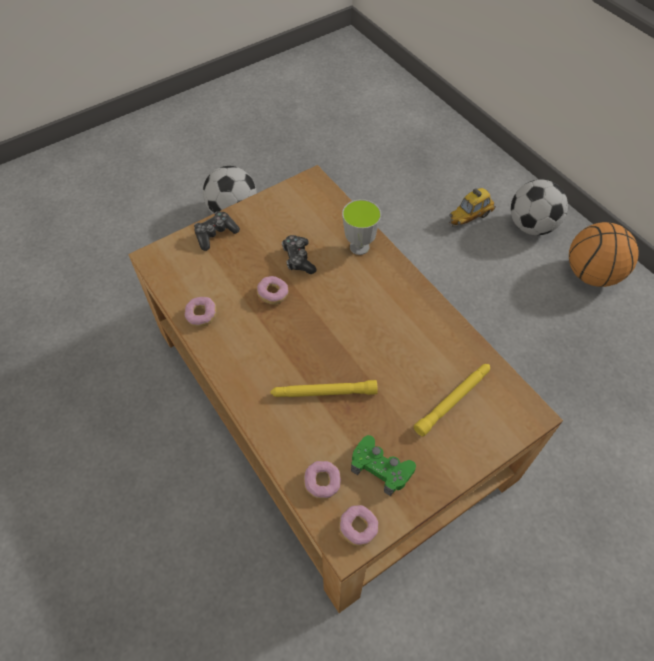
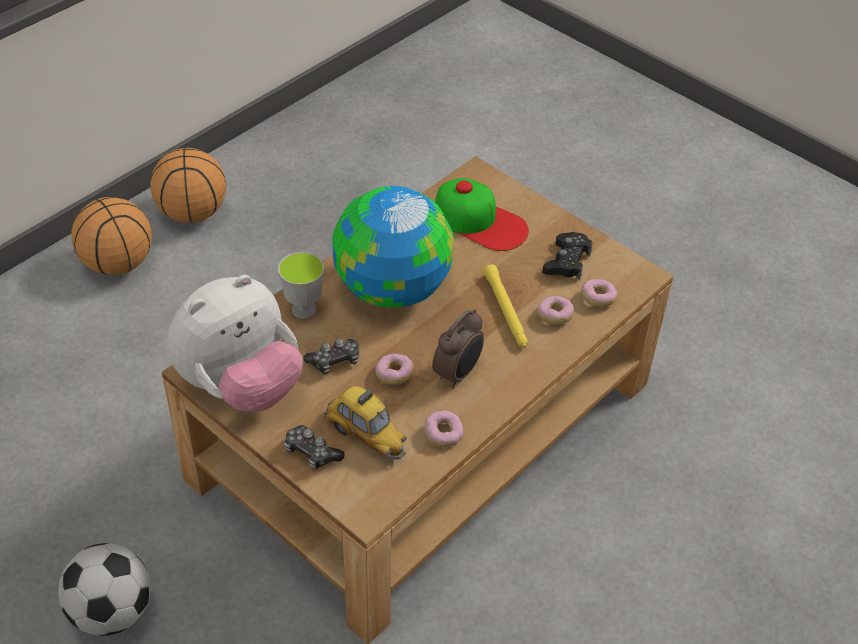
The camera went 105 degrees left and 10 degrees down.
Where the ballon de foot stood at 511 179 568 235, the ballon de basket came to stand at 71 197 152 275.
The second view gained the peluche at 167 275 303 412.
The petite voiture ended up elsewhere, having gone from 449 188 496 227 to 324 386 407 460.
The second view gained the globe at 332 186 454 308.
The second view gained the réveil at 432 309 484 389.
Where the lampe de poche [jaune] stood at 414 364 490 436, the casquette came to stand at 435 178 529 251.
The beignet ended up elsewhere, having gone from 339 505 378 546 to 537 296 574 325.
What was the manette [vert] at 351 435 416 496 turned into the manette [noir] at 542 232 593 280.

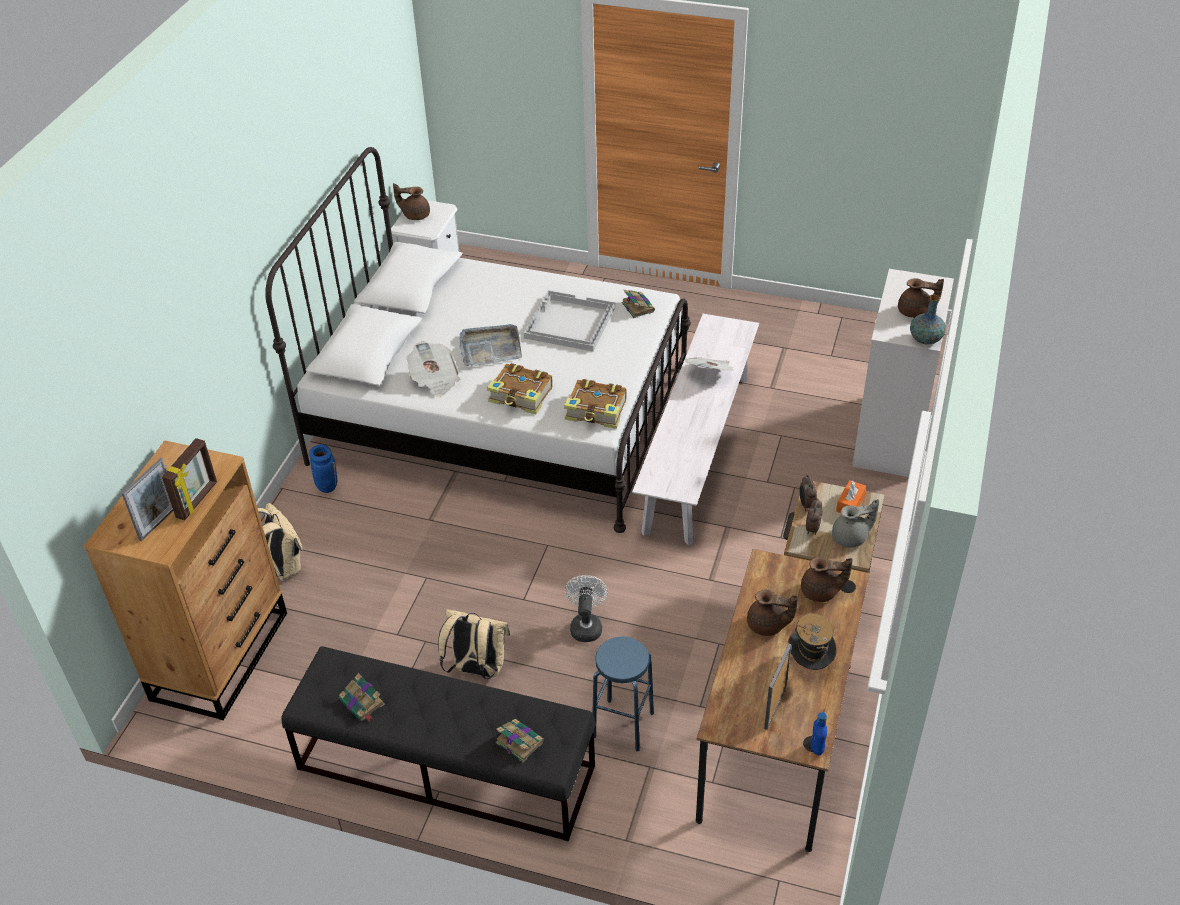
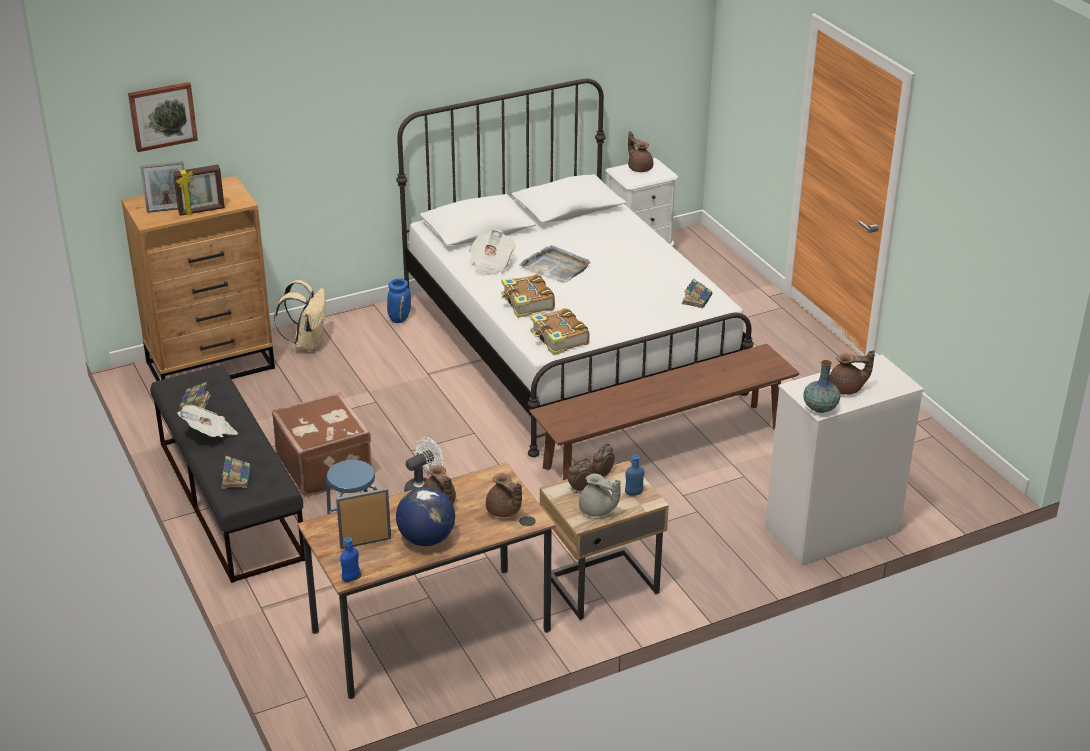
The camera went 45 degrees right and 10 degrees down.
The second view gained the tableau at 128 82 198 152.
The journal ended up elsewhere, having gone from 685 357 734 371 to 177 405 238 437.
Where the sac à dos [beige] stood at 438 609 510 679, the valise [marron] came to stand at 272 392 372 496.
Where the chapeau stood at 788 614 837 670, the globe came to stand at 396 487 455 546.
What was the banc [blanc] at 632 314 759 545 turned into the banc [marron] at 529 344 800 480.
Where the boîte à mouchoirs [orange] stood at 836 480 866 513, the bouteille [bleu] came to stand at 625 455 644 496.
The théière [marron] at 898 278 944 318 ended up facing another way, 60 degrees counterclockwise from before.
The second view lost the plateau [blanc] at 524 290 615 352.

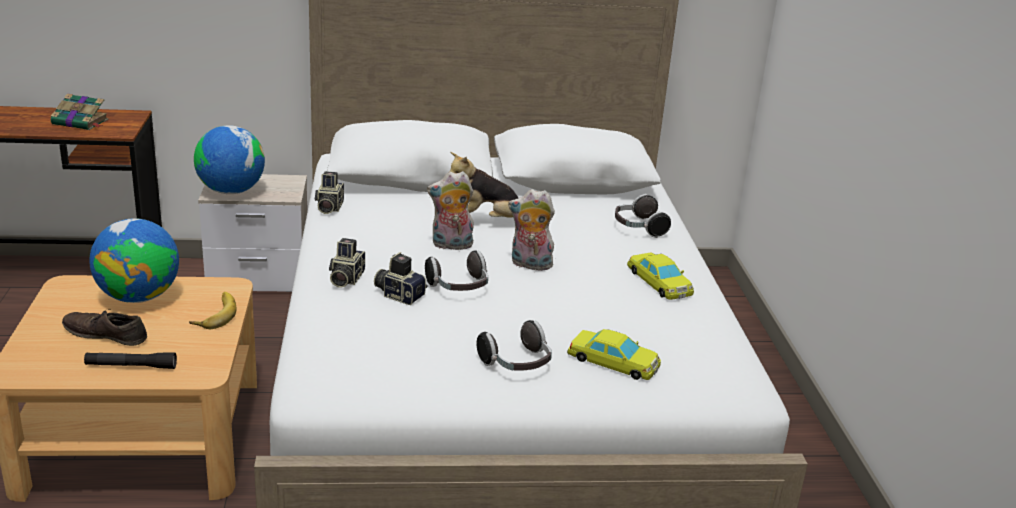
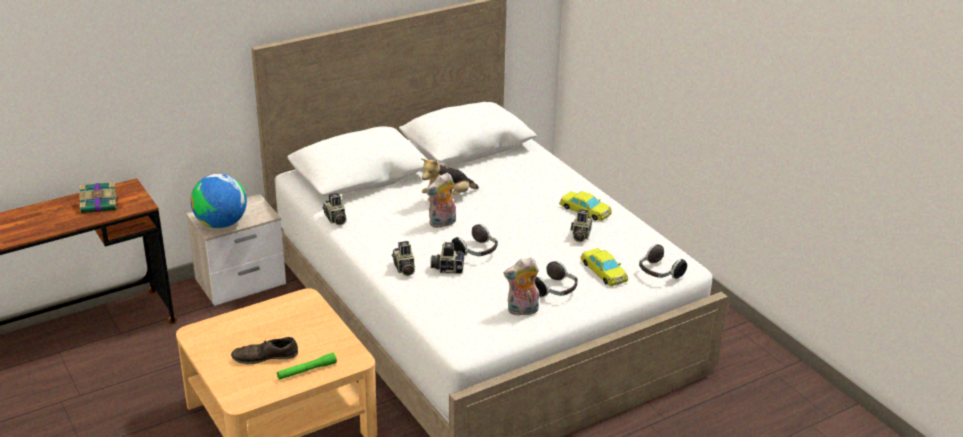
The camera went 25 degrees left and 5 degrees up.
What was the lampe de poche [noir] at 84 353 177 369 turned into the lampe de poche [vert] at 277 353 337 380.
The peluche ended up elsewhere, having gone from 508 189 555 271 to 504 257 539 316.
The second view gained the appareil photo at 571 209 592 242.
The petite voiture [jaune] at 567 329 661 380 ended up facing another way, 60 degrees clockwise from before.
The casque audio ended up elsewhere, having gone from 615 194 671 238 to 639 244 687 279.
The second view lost the globe at 89 218 179 303.
The second view lost the banane at 189 292 236 329.

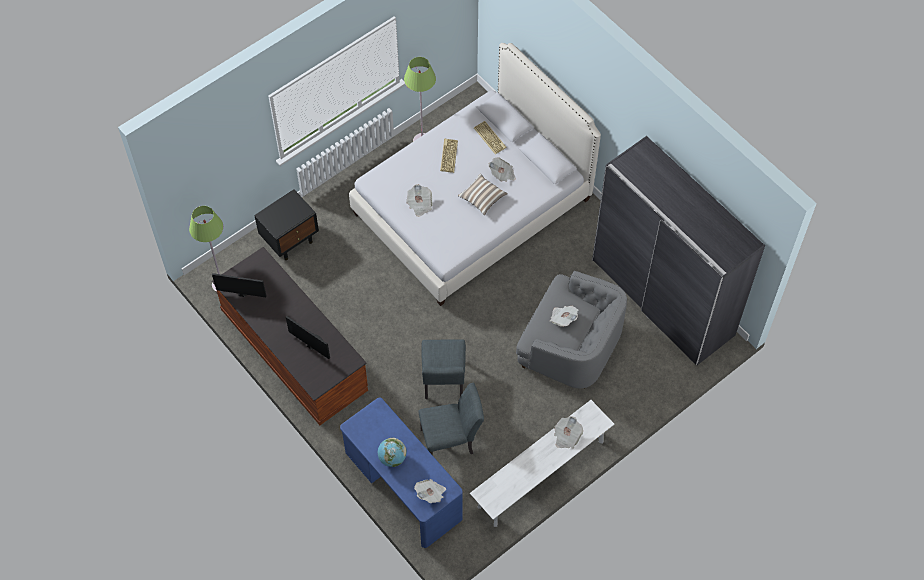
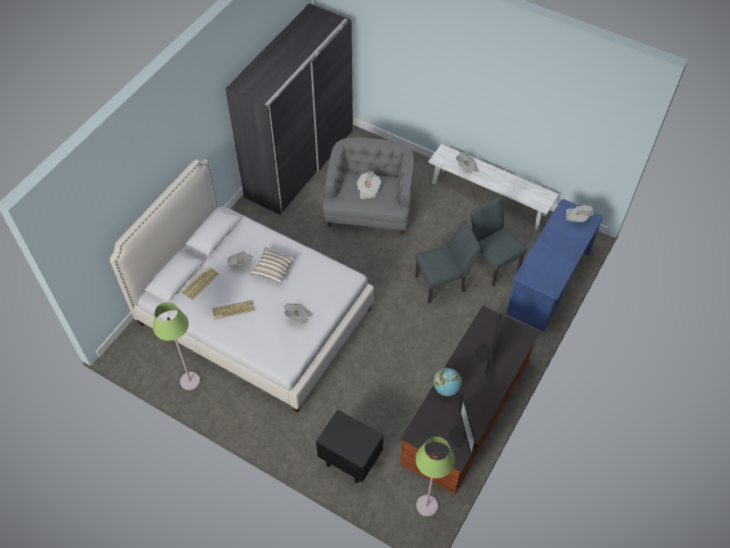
The camera went 110 degrees left and 5 degrees down.
The globe ended up elsewhere, having gone from 378 438 407 467 to 434 368 462 396.

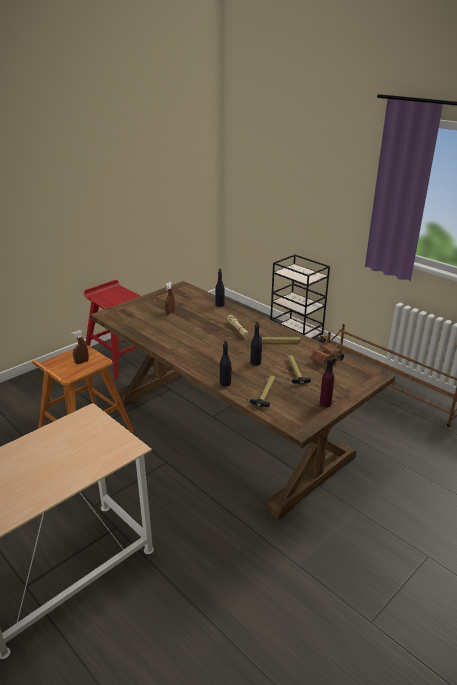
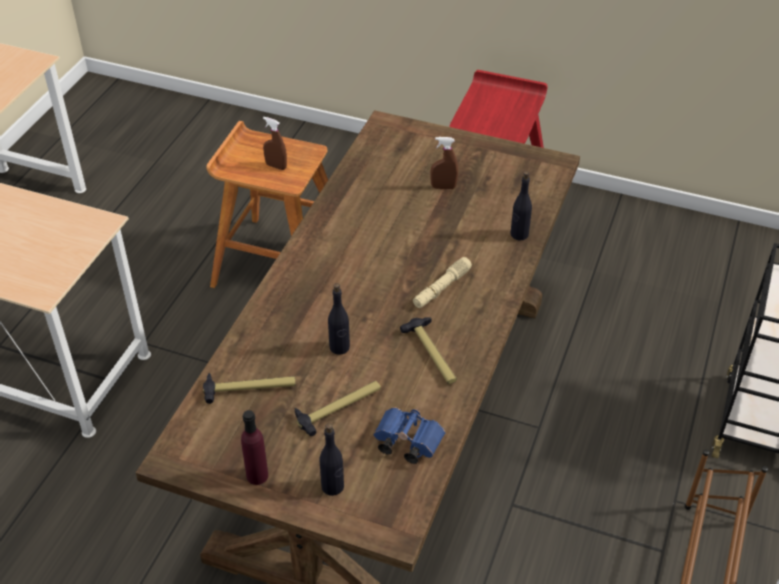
The camera went 65 degrees right and 15 degrees up.
The bouteille [noir] ended up elsewhere, having gone from 220 340 232 386 to 319 423 344 496.
What was the jumelles [marron] at 310 343 344 365 turned into the jumelles [bleu] at 374 407 445 464.

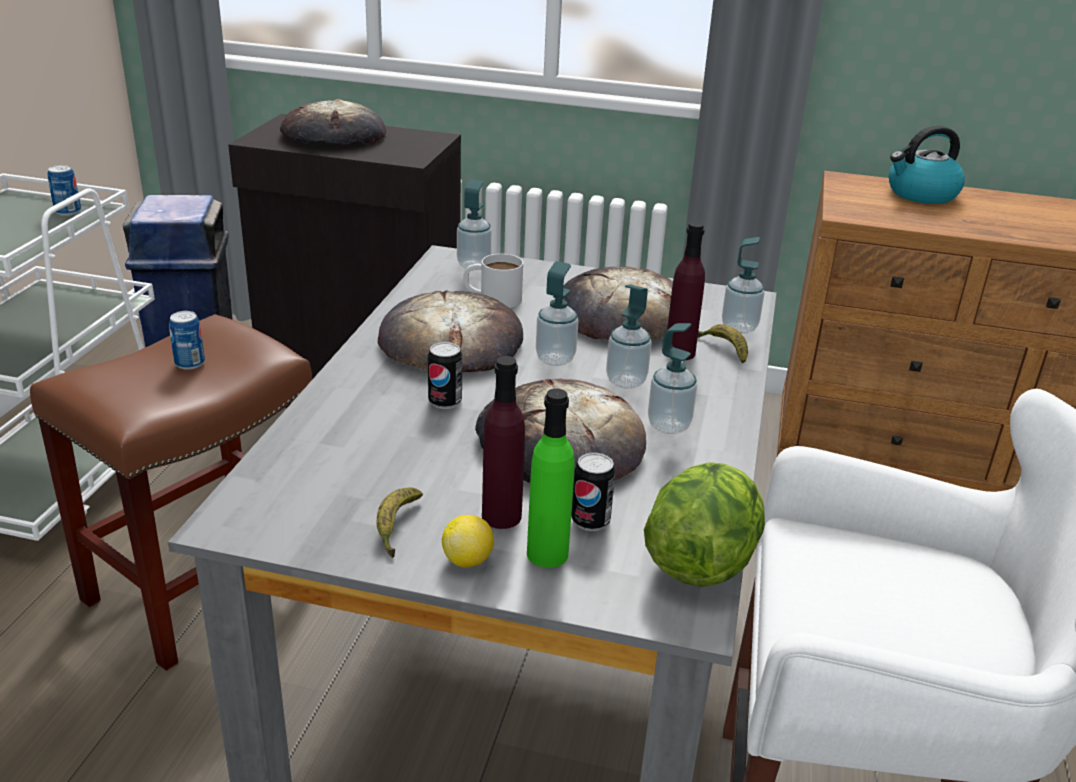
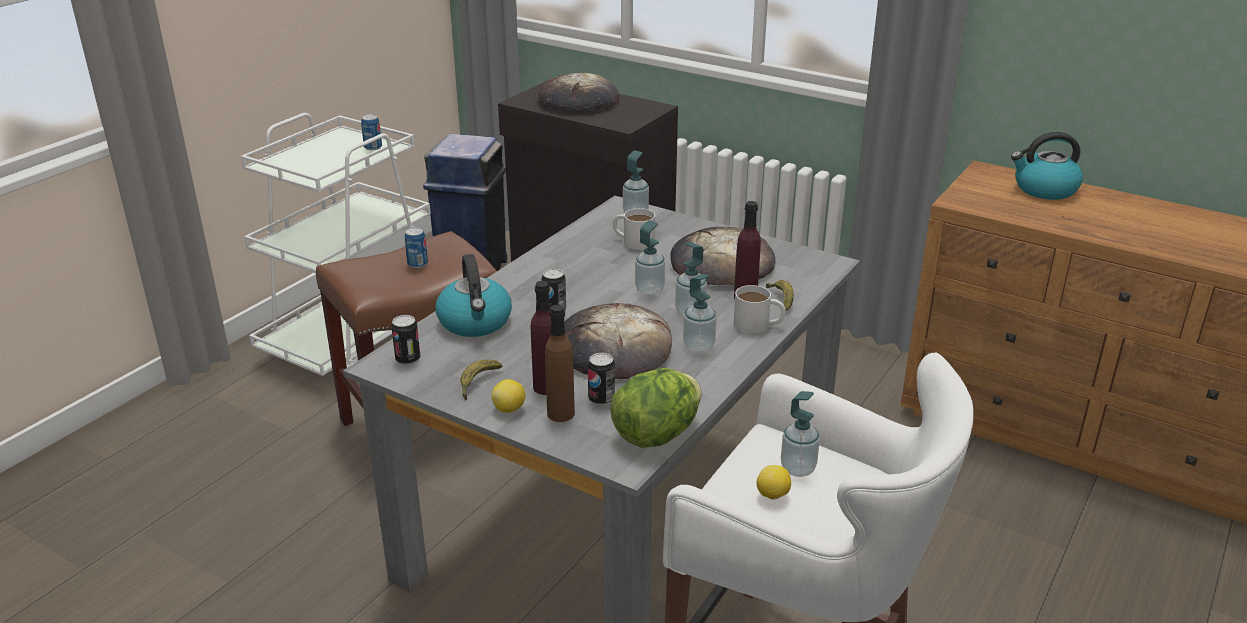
The camera went 20 degrees right and 0 degrees up.
The second view gained the boîte métallique at 391 315 421 365.
The second view gained the bouilloire at 436 254 512 337.
What was the bouteille [vert] at 527 388 575 568 turned into the bouteille [marron] at 545 304 575 422.
The second view gained the mug [blanc] at 734 285 786 333.
The second view gained the citron at 756 465 791 500.
The distributeur de savon ended up elsewhere, having gone from 722 237 765 334 to 781 391 820 477.
The second view lost the pain at 378 290 523 373.

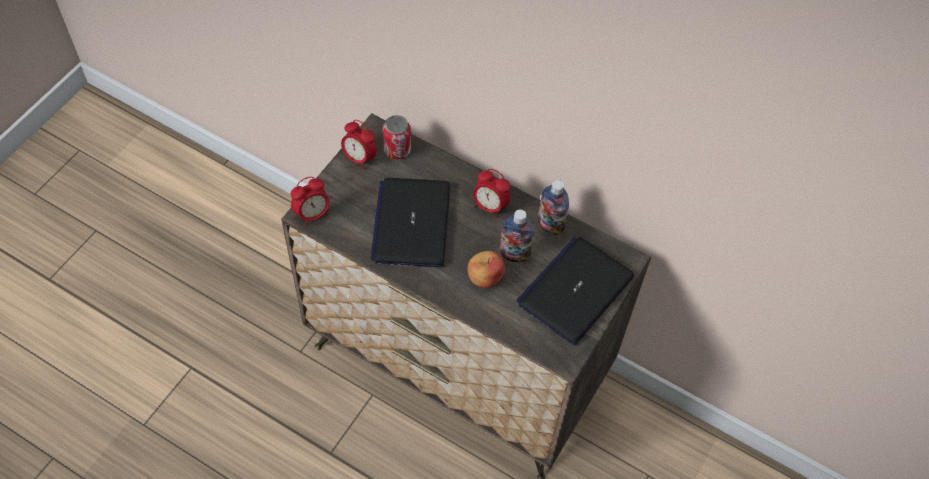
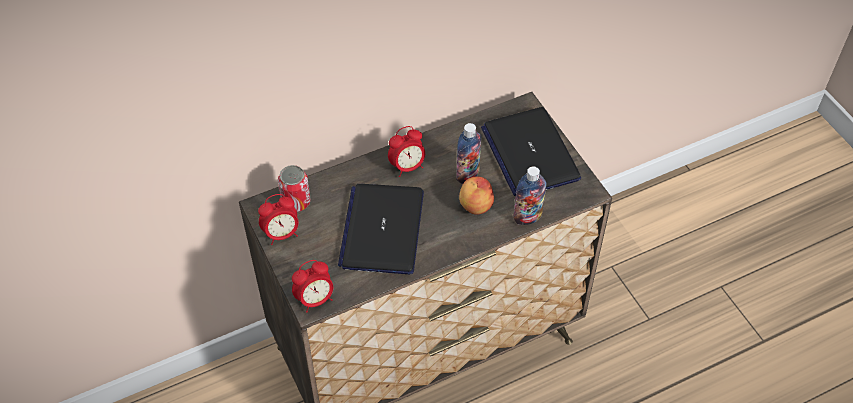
The camera went 55 degrees left and 5 degrees down.
The réveil at 291 177 329 226 ended up facing another way, 60 degrees clockwise from before.
The ordinateur portable at 370 178 450 267 ended up facing another way, 60 degrees clockwise from before.
The bouteille ended up elsewhere, having gone from 538 180 569 235 to 513 166 547 225.

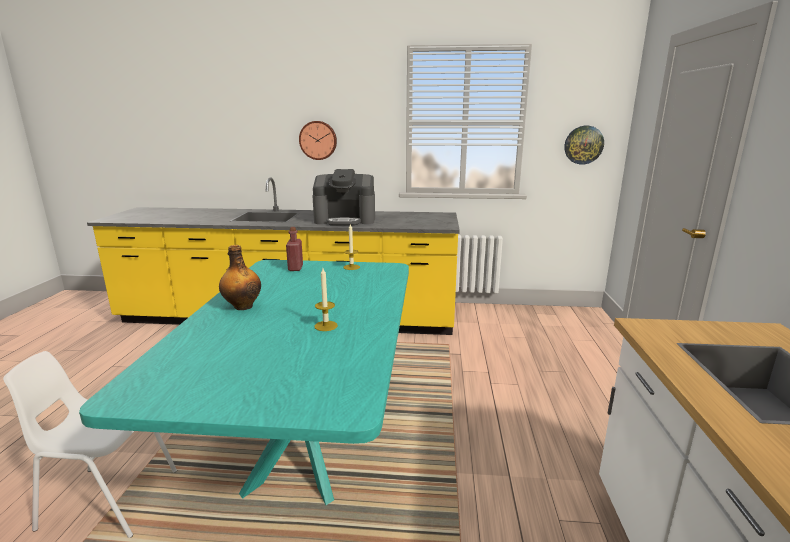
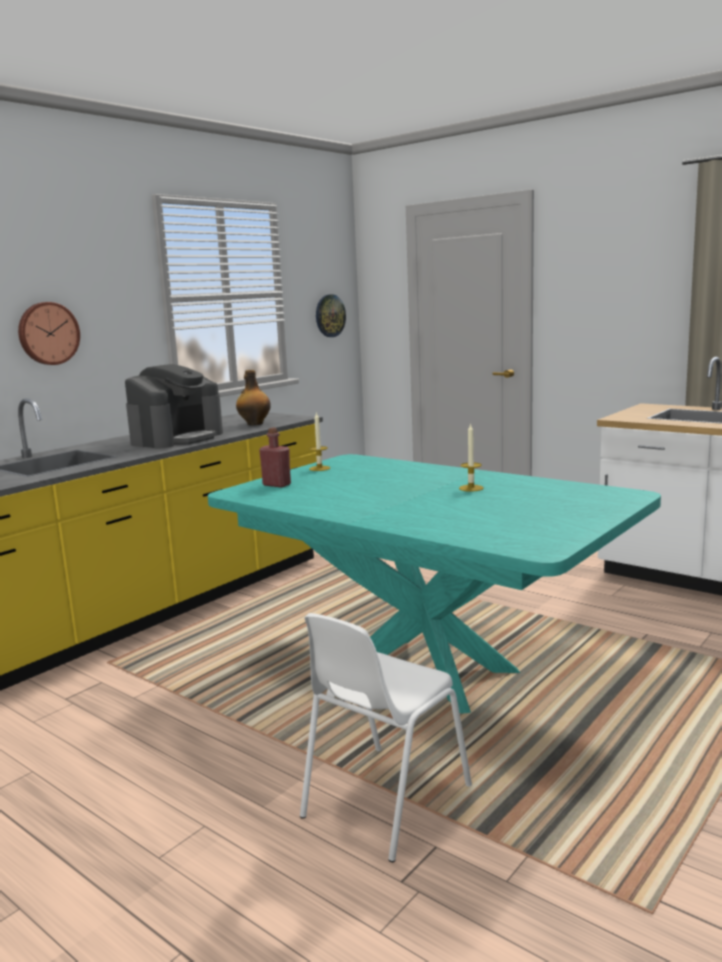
The camera went 55 degrees left and 5 degrees down.
The bouteille ended up elsewhere, having gone from 219 245 261 310 to 236 370 271 425.

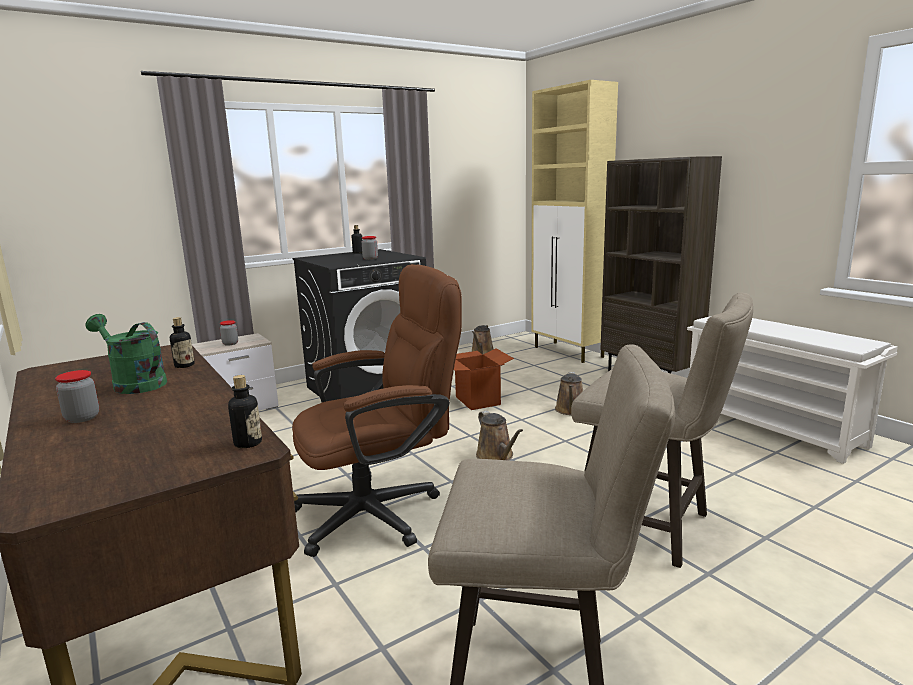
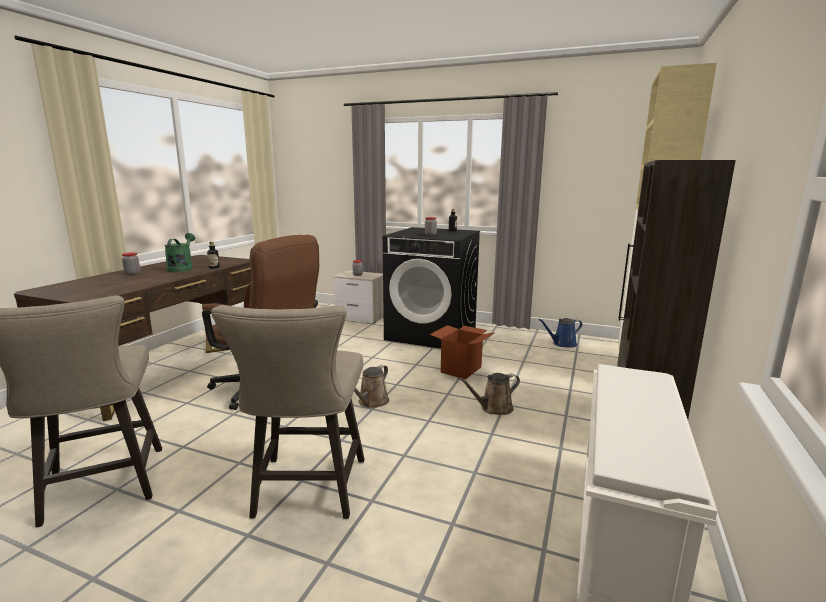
The camera went 55 degrees right and 0 degrees up.
What was the arrosoir [marron] at 471 325 493 355 turned into the arrosoir [bleu] at 538 318 582 348.
The second view lost the bouteille at 228 375 262 448.

